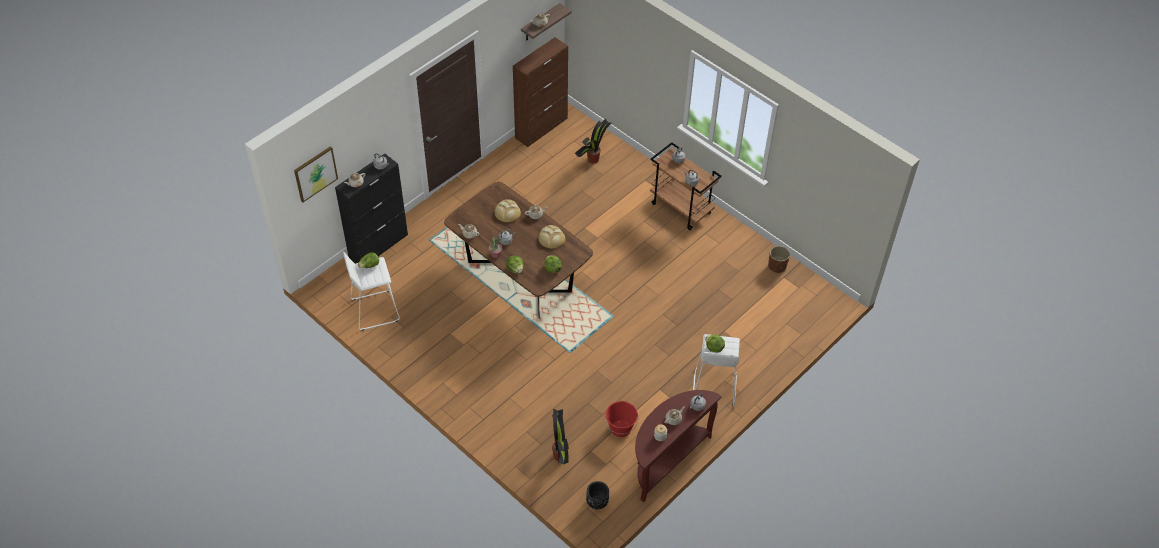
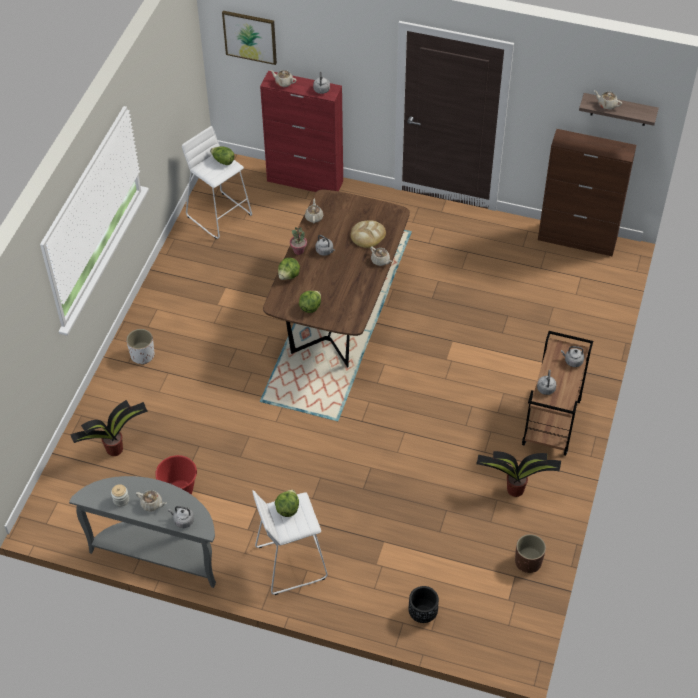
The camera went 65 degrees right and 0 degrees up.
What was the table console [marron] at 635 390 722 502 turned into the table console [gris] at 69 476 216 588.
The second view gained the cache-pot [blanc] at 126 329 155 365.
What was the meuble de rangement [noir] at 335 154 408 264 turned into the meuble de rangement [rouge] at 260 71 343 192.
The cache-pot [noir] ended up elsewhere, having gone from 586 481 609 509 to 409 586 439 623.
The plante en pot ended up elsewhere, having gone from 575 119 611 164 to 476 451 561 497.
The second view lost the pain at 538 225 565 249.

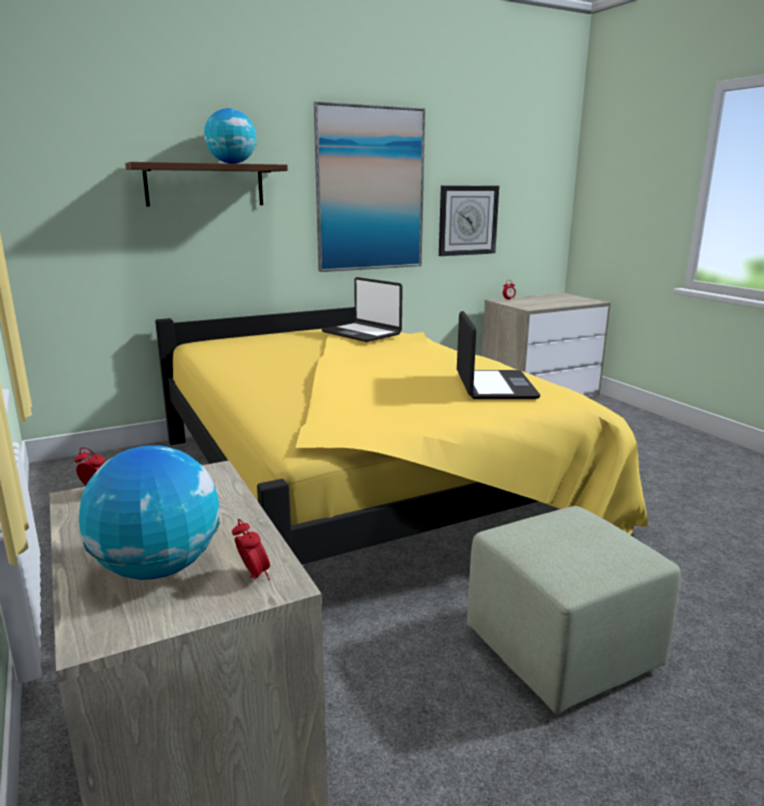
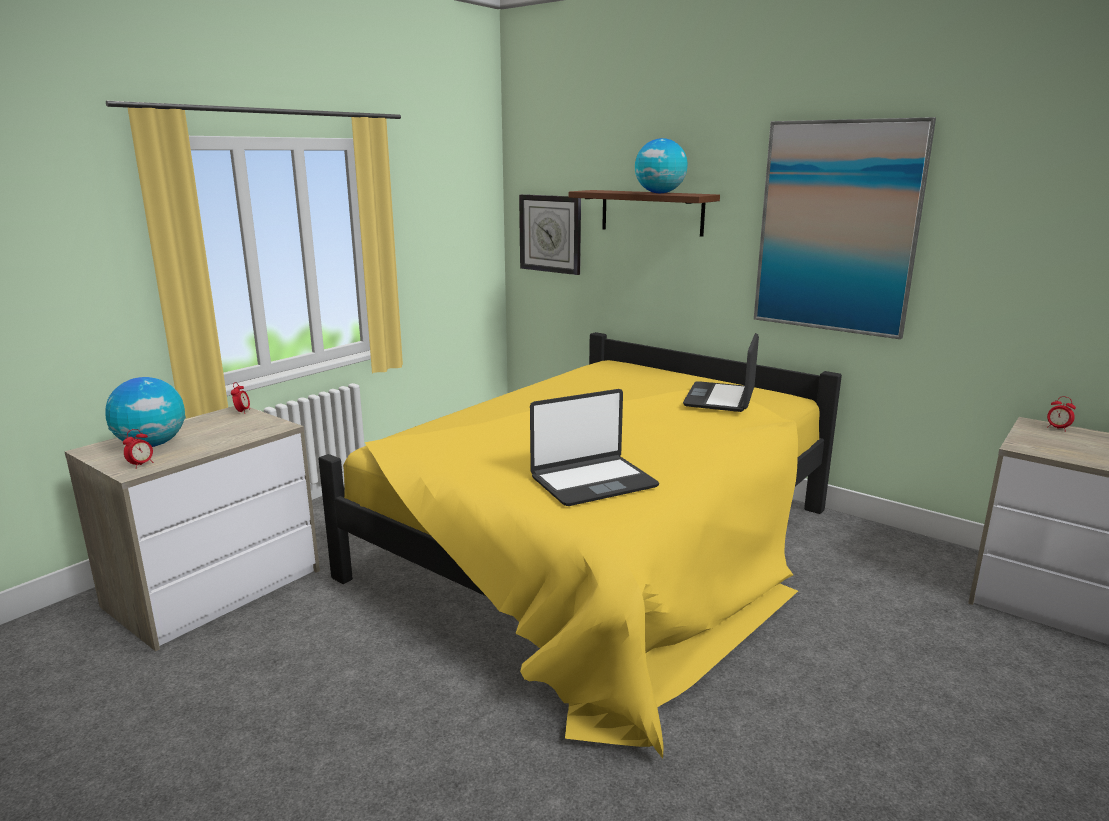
The camera went 65 degrees right and 0 degrees up.
The horloge murale ended up elsewhere, having gone from 439 186 499 256 to 519 194 581 275.
The second view lost the pouf [vert] at 467 506 681 714.

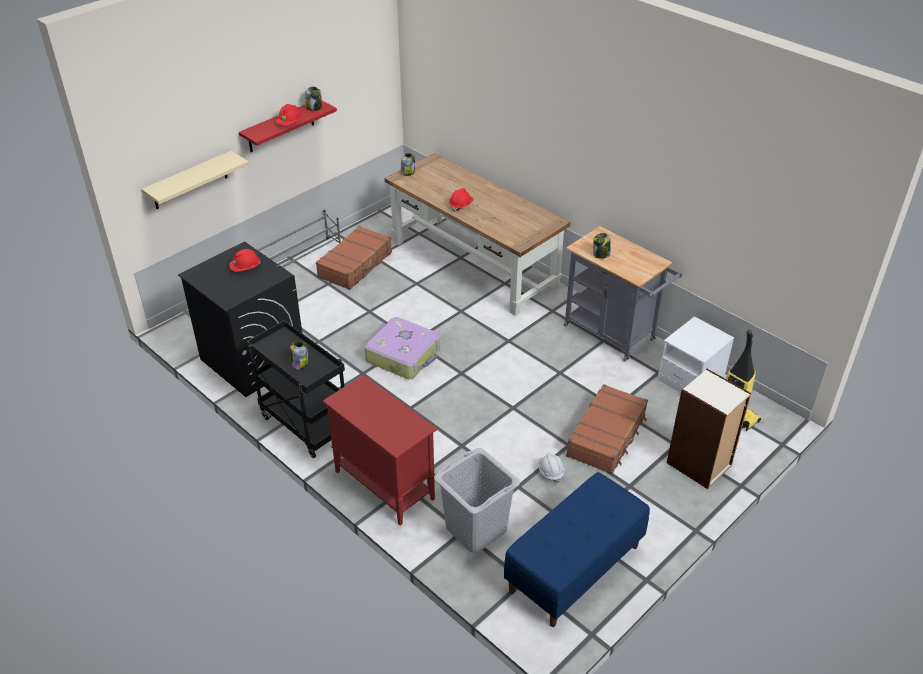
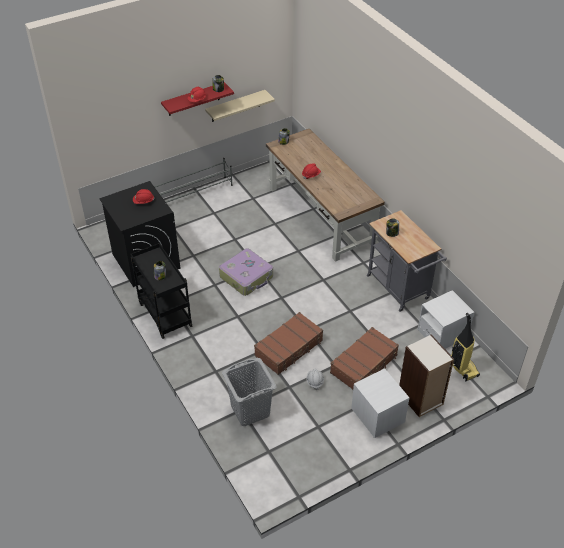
The camera went 15 degrees right and 5 degrees up.
The étagère [beige] ended up elsewhere, having gone from 141 151 249 209 to 205 90 275 122.
The valise [marron] ended up elsewhere, having gone from 316 226 392 290 to 254 312 323 375.
The second view gained the table de chevet [blanc] at 351 369 410 438.
The second view lost the meuble de rangement [rouge] at 323 375 437 526.
The second view lost the banc [bleu] at 504 472 650 627.

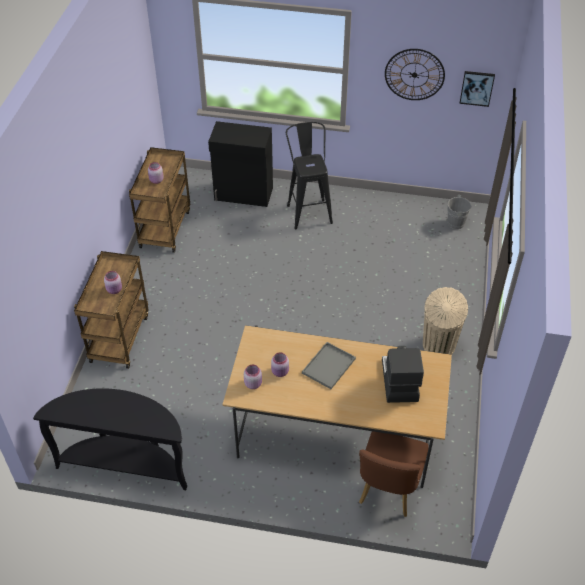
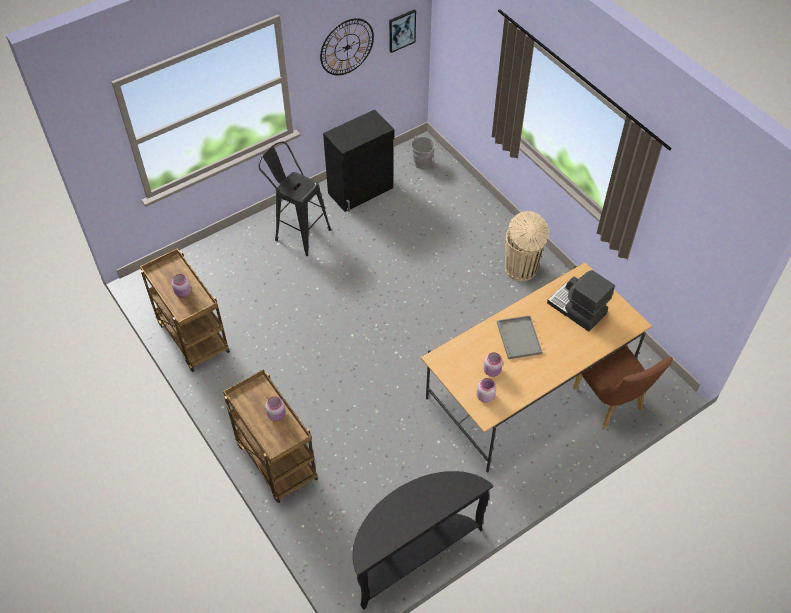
The camera went 45 degrees left and 5 degrees up.
The meuble de rangement [noir] ended up elsewhere, having gone from 208 121 273 207 to 323 109 395 212.

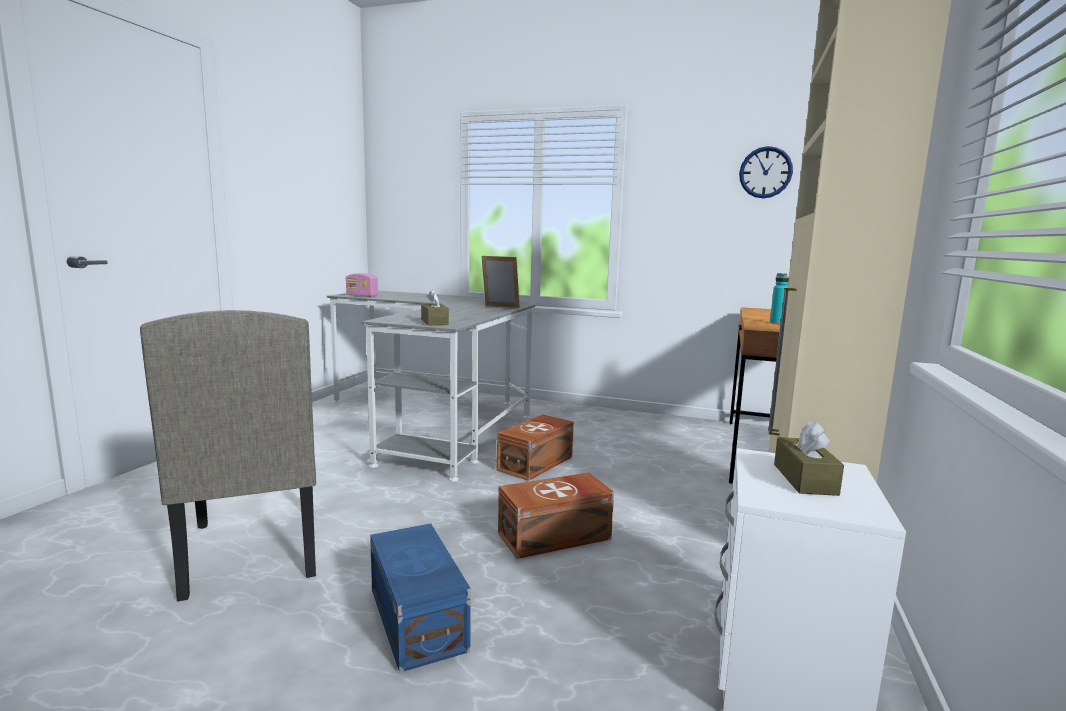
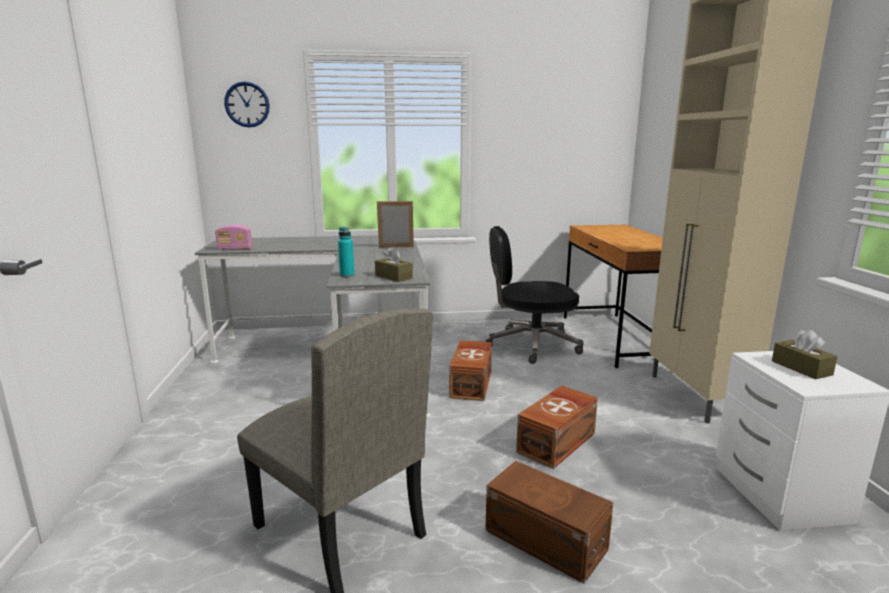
The camera went 25 degrees left and 5 degrees up.
The horloge murale ended up elsewhere, having gone from 739 146 793 198 to 224 81 270 128.
The bouteille [turquoise] ended up elsewhere, having gone from 770 273 789 324 to 338 227 354 277.
The second view gained the chaise de bureau [noir] at 485 226 584 364.
What was the boîte de rangement [bleu] at 370 523 471 673 turned into the boîte de rangement [marron] at 485 461 614 583.

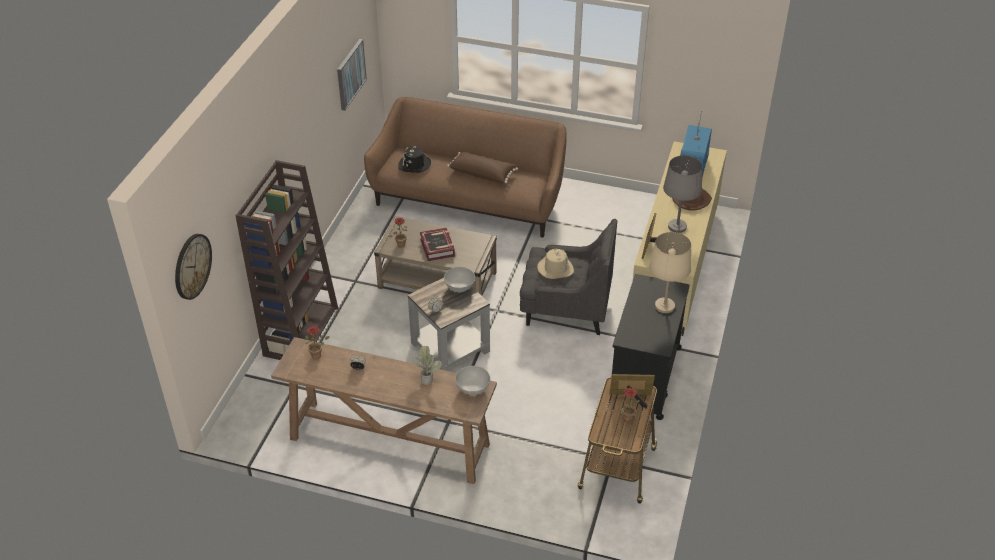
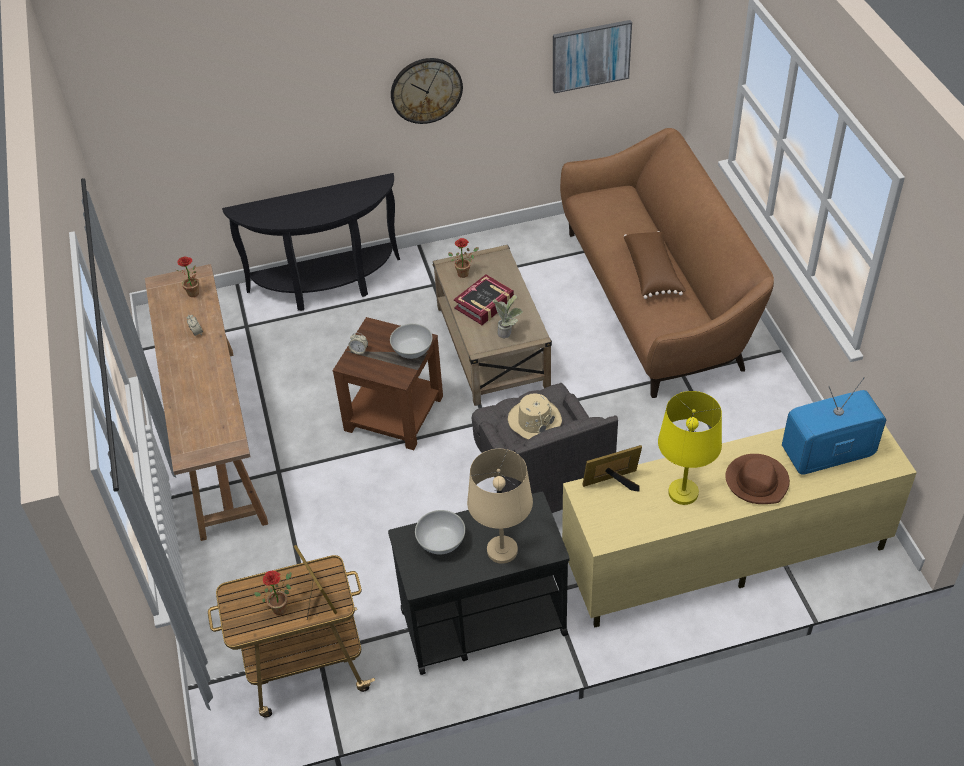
The camera went 60 degrees right and 5 degrees up.
Where the bibliothèque [marron] stood at 235 160 338 360, the table console [noir] came to stand at 222 173 400 311.
What was the table d'appoint [gris] at 408 278 490 371 turned into the table d'appoint [marron] at 333 317 443 450.
The horloge murale ended up elsewhere, having gone from 175 234 212 300 to 391 58 463 124.
The bol [blanc] ended up elsewhere, having gone from 455 366 490 395 to 415 510 465 554.
The plante en pot ended up elsewhere, having gone from 412 346 442 385 to 493 295 523 338.
What was the lampe de table [gris] at 663 155 702 233 turned into the lampe de table [jaune] at 658 391 722 505.
The second view lost the chapeau [noir] at 398 146 431 173.

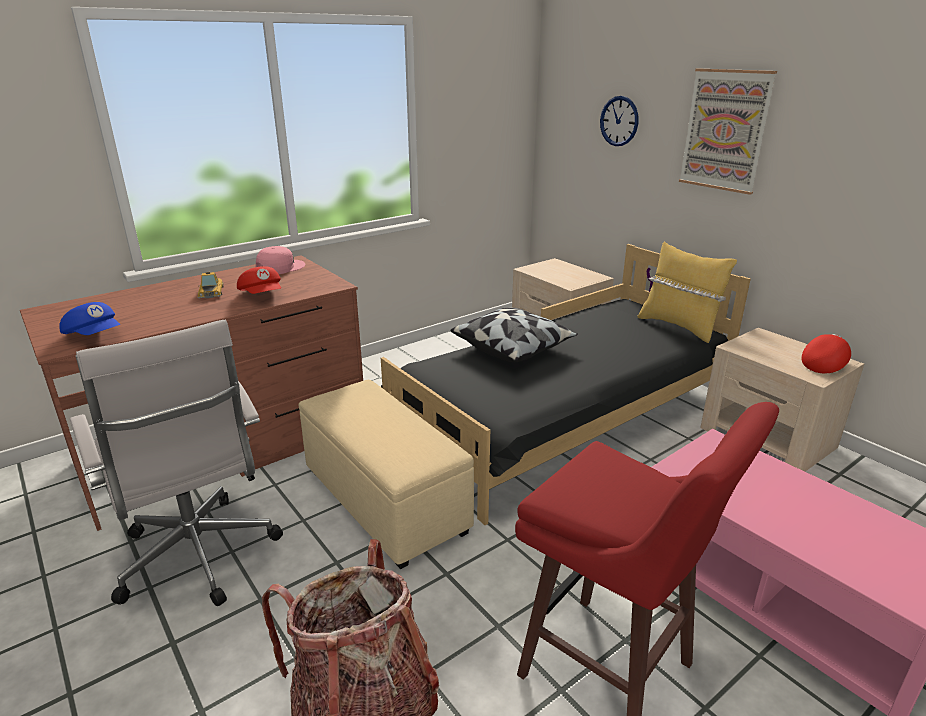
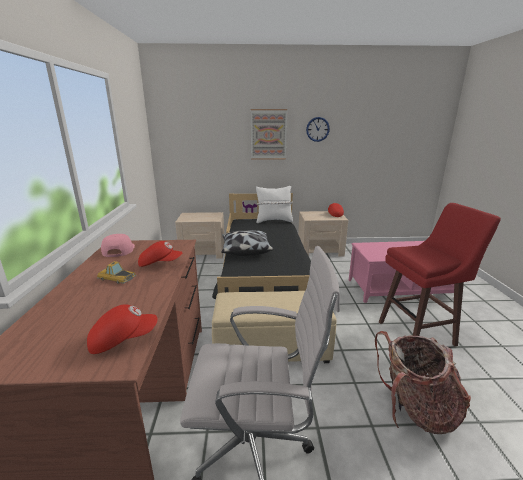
The camera went 55 degrees left and 5 degrees down.
What was the casquette [bleu] at 59 302 120 335 turned into the casquette [rouge] at 87 304 158 354.
What was the coussin [jaune] at 637 242 737 343 turned into the coussin [blanc] at 256 186 293 223.
The horloge murale ended up elsewhere, having gone from 600 96 638 146 to 306 117 330 142.

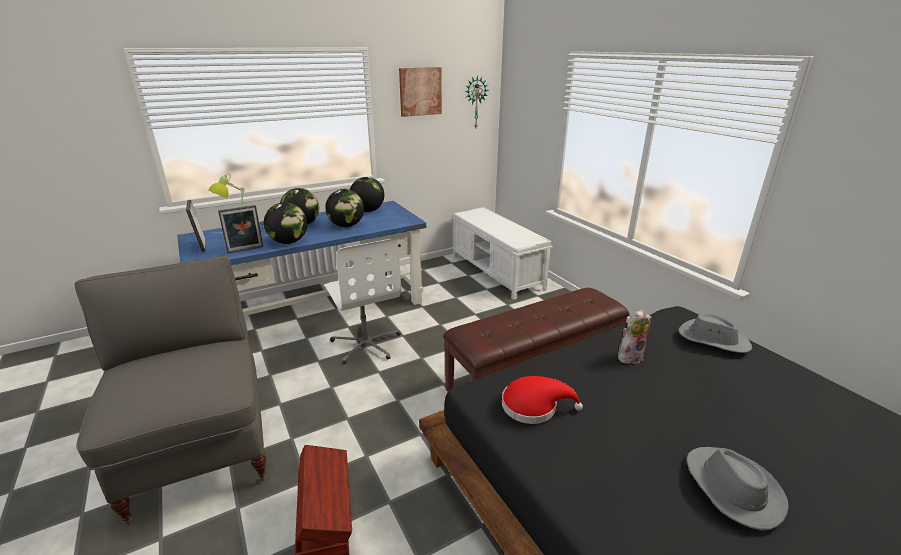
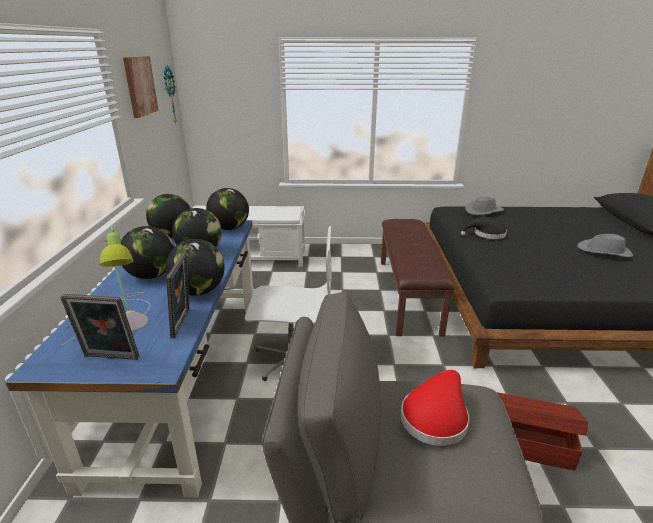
The camera went 60 degrees left and 0 degrees up.
The second view gained the globe at 206 188 249 230.
The chapeau [rouge] ended up elsewhere, having gone from 502 376 583 424 to 401 370 469 446.
Where the peluche stood at 618 310 651 364, the chapeau [noir] came to stand at 461 216 507 239.

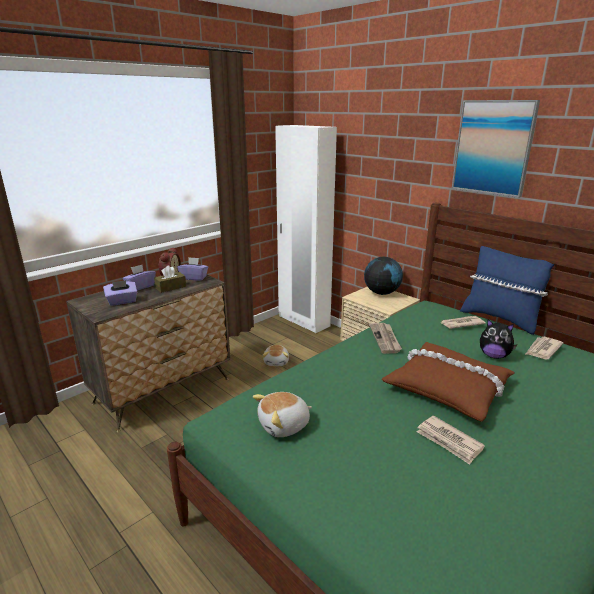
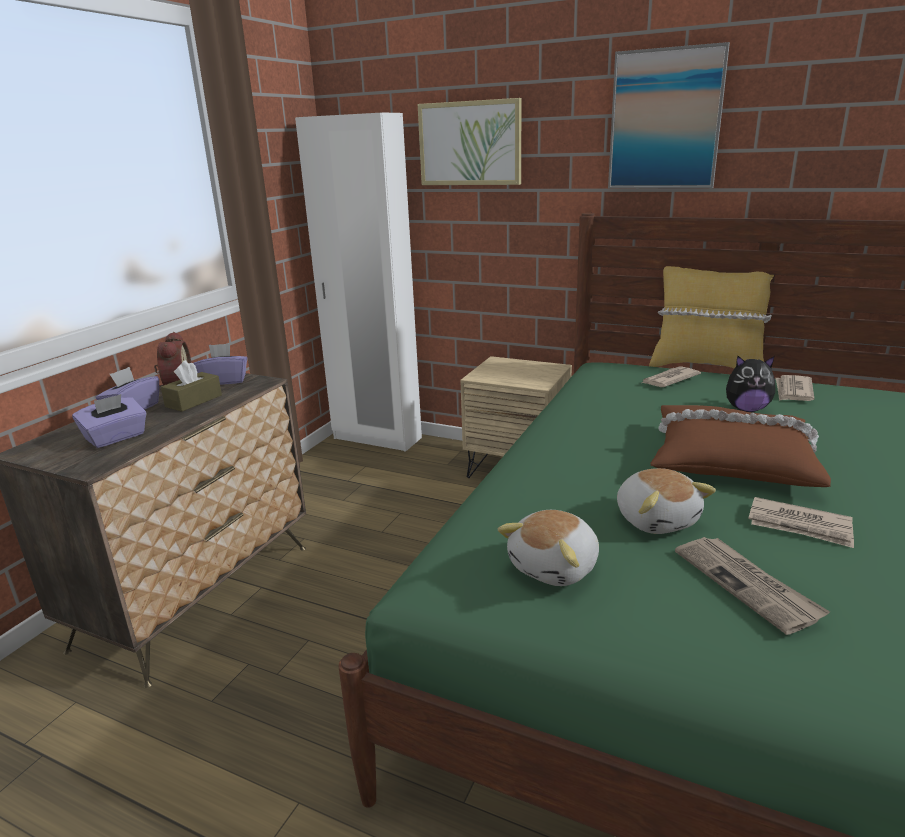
The camera went 20 degrees left and 0 degrees up.
The second view gained the tableau at 418 98 522 185.
The peluche ended up elsewhere, having gone from 262 345 289 366 to 617 468 716 534.
What was the coussin [bleu] at 460 246 555 335 turned into the coussin [jaune] at 649 266 774 368.
The journal ended up elsewhere, having gone from 369 323 402 354 to 675 537 830 635.
The second view lost the globe at 364 257 403 295.

